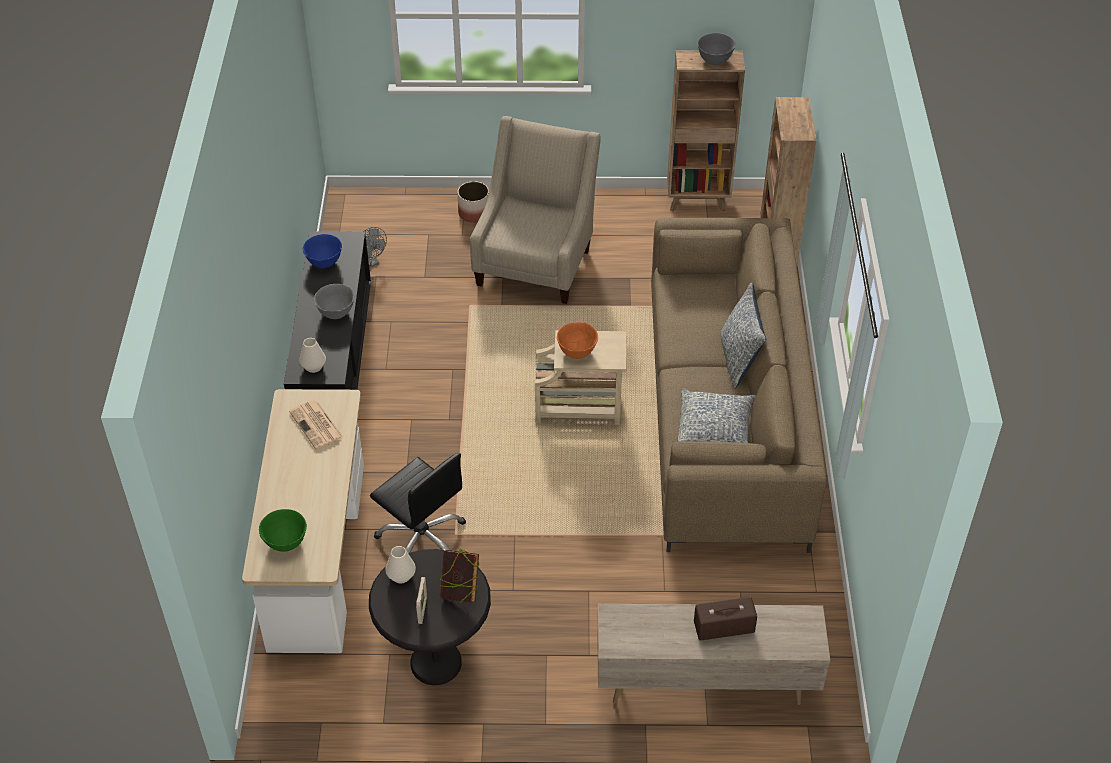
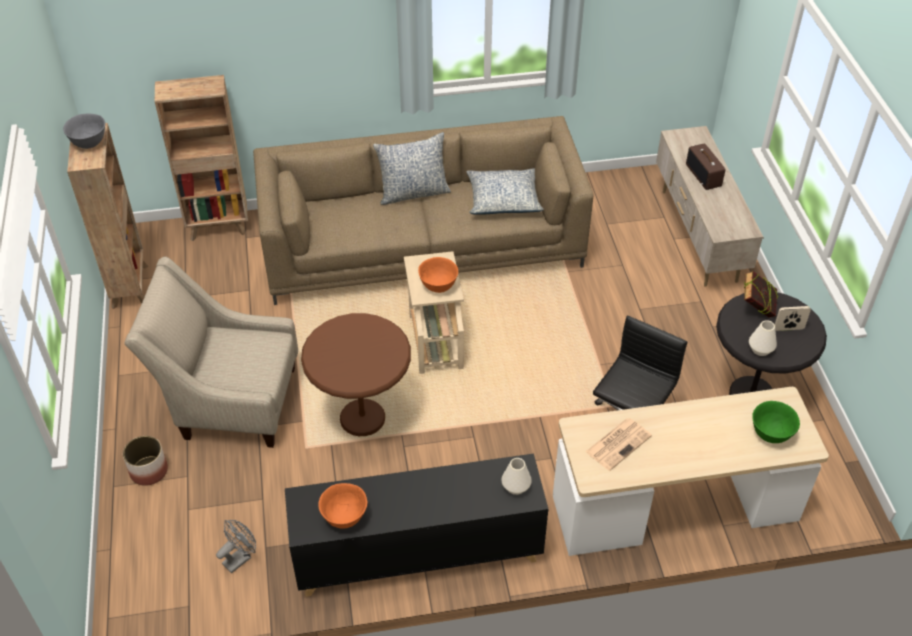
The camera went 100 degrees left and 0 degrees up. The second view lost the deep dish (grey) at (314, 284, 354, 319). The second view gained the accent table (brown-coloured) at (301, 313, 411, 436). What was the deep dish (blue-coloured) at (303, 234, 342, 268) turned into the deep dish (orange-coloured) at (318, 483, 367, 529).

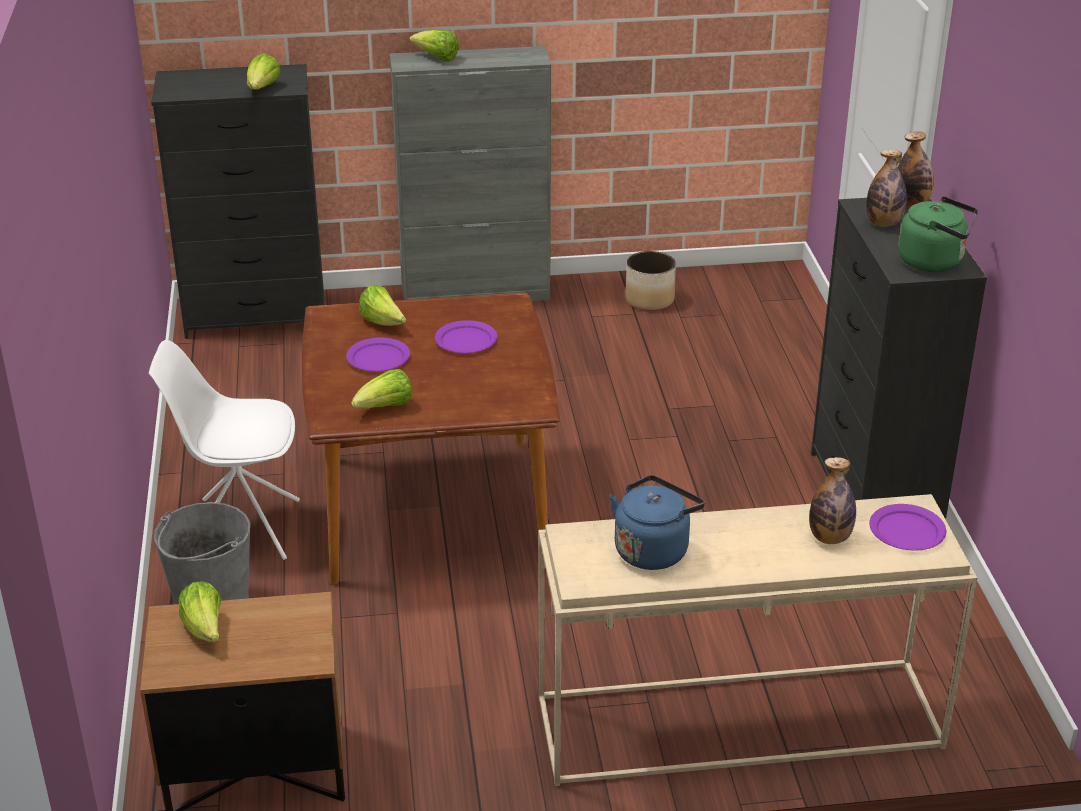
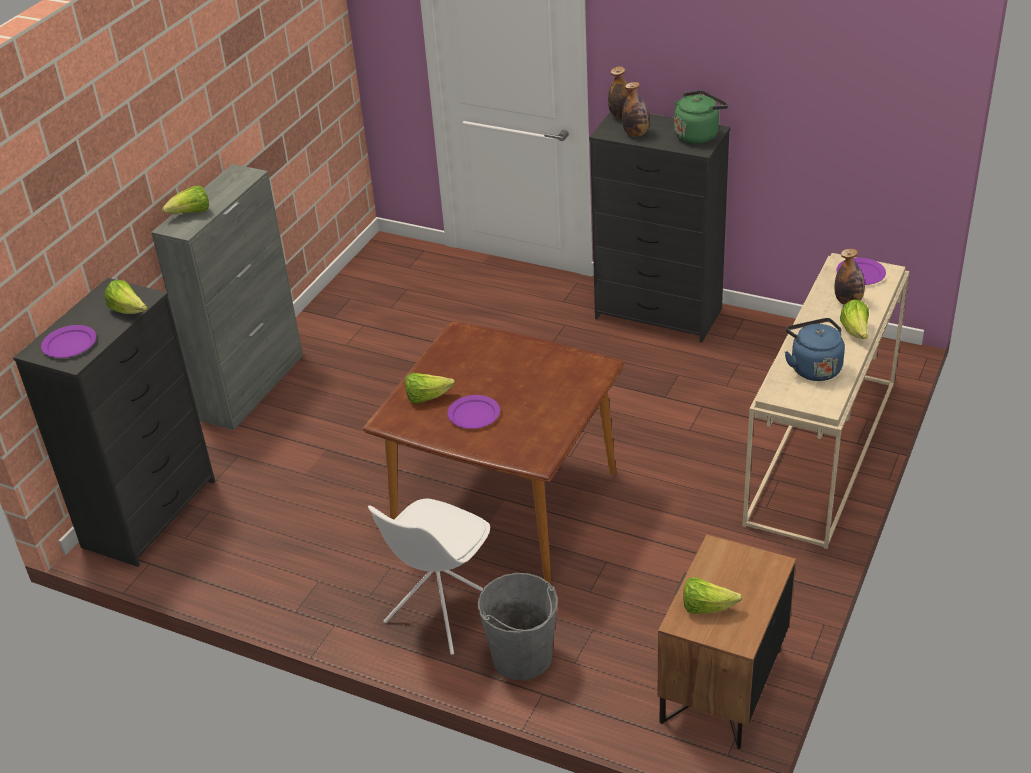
The camera went 55 degrees left and 5 degrees up. The second view lost the planter at (625, 251, 676, 311). The lettuce ended up elsewhere, having gone from (351, 369, 412, 408) to (840, 300, 869, 339). The plate (purple) ended up elsewhere, having gone from (435, 320, 498, 353) to (41, 325, 96, 358).

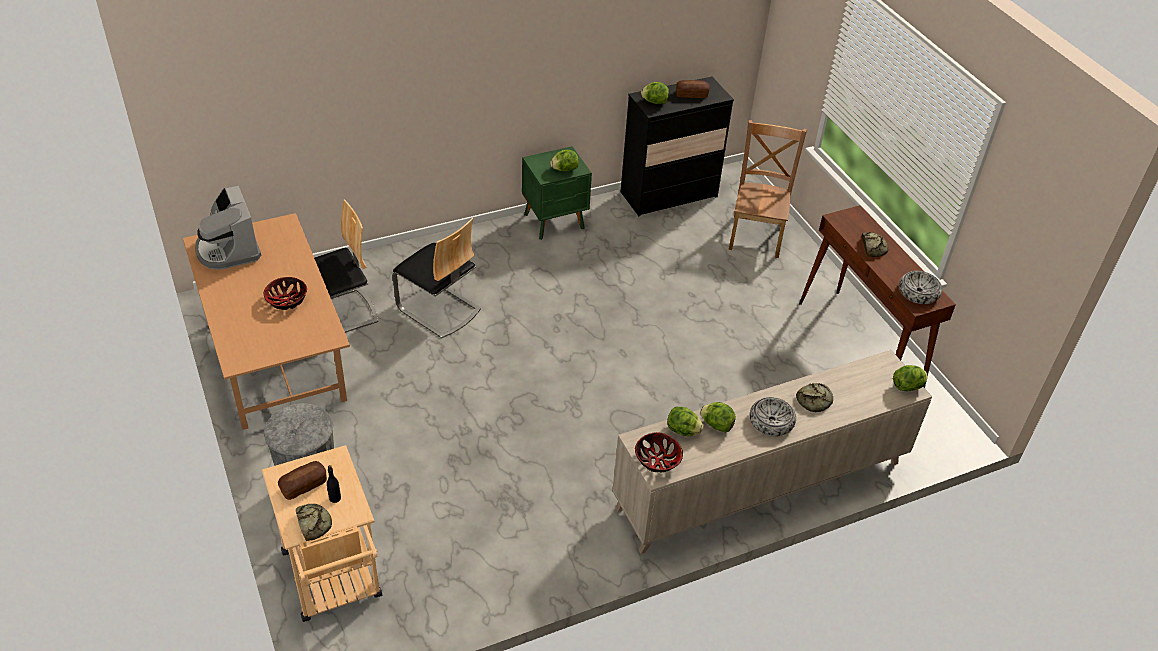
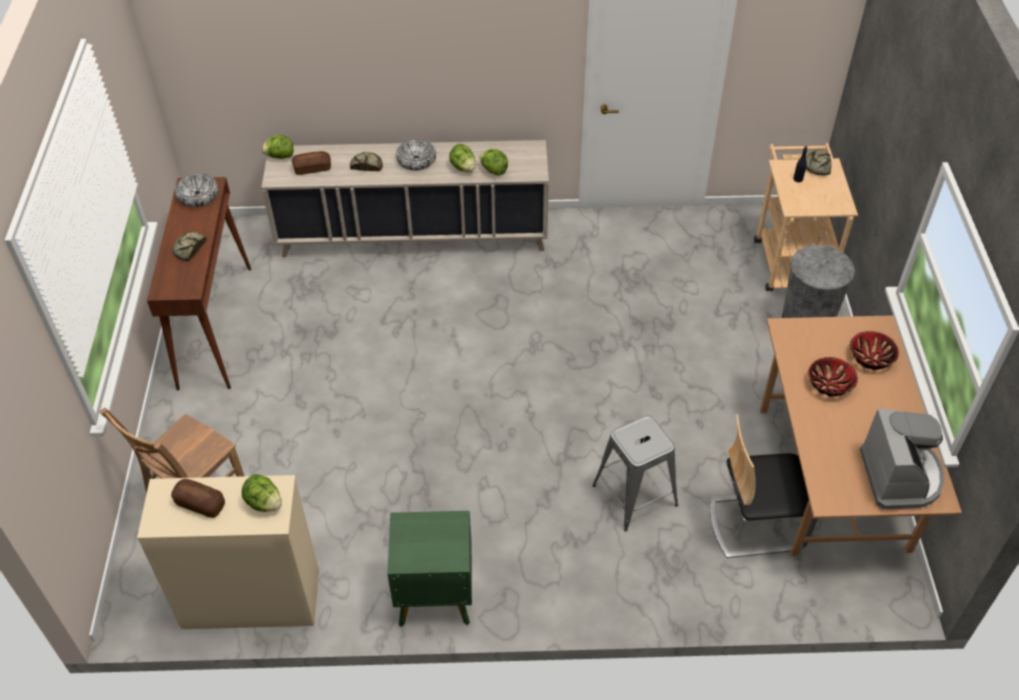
The camera went 155 degrees left and 5 degrees up. The second view lost the lettuce at (550, 150, 579, 171). The bread ended up elsewhere, having gone from (278, 461, 327, 500) to (292, 151, 331, 175). The deep dish ended up elsewhere, having gone from (635, 432, 683, 473) to (850, 331, 899, 370). Where the chair stood at (392, 218, 481, 338), the sitting stool (grey) came to stand at (592, 416, 678, 532). What was the drawer chest (blackish) at (620, 77, 734, 217) turned into the drawer chest (sand-coloured) at (137, 475, 319, 629).

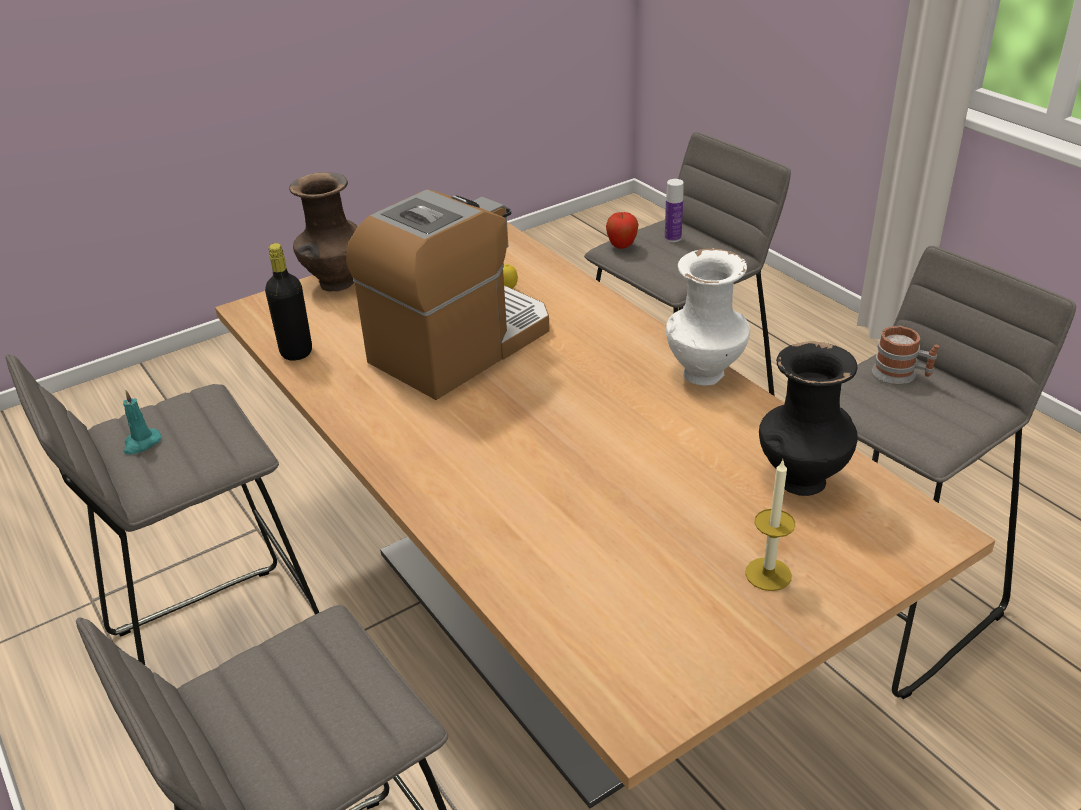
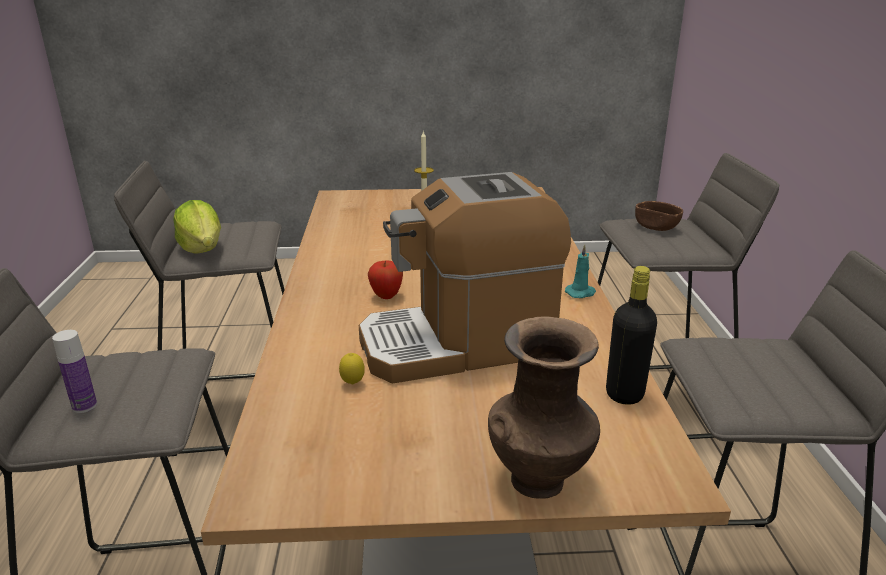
The camera went 150 degrees left and 10 degrees down. The second view lost the flower vase (white) at (666, 248, 750, 386). The second view lost the flower vase (blackish) at (759, 341, 858, 496). The second view gained the deep dish (brown-coloured) at (635, 201, 683, 231). The wax light (turquoise) ended up elsewhere, having gone from (123, 390, 161, 455) to (565, 244, 596, 298). The apple fruit ended up elsewhere, having gone from (606, 212, 639, 249) to (368, 260, 403, 299). Where the tea mug stood at (872, 326, 939, 385), the lettuce came to stand at (173, 200, 221, 254).

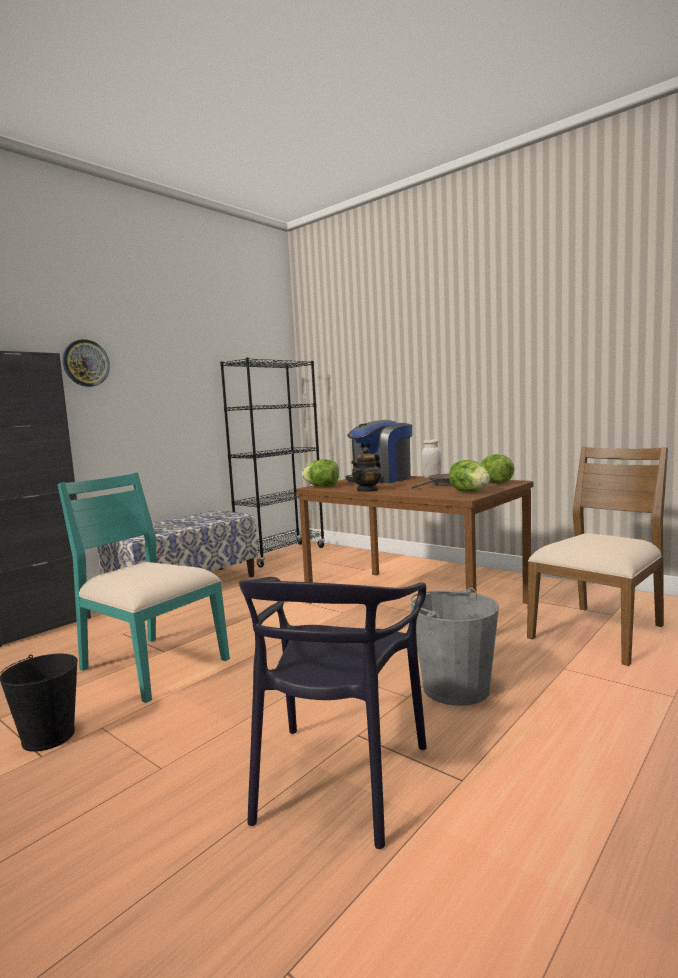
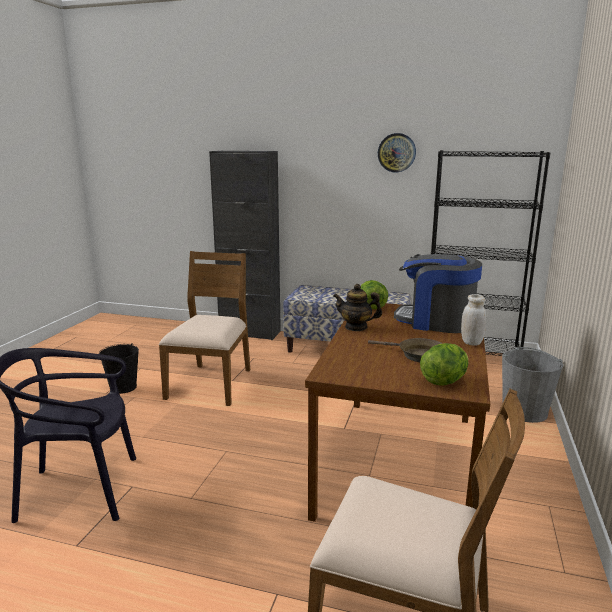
The camera went 65 degrees right and 10 degrees up. The second view lost the lettuce at (449, 460, 490, 492). The wall clock ended up elsewhere, having gone from (62, 339, 110, 387) to (378, 133, 416, 172). The bucket (grey) ended up elsewhere, having gone from (410, 588, 499, 706) to (502, 347, 563, 423). What was the chair (turquoise) at (58, 472, 230, 703) turned into the chair (brown-coloured) at (159, 251, 250, 406).

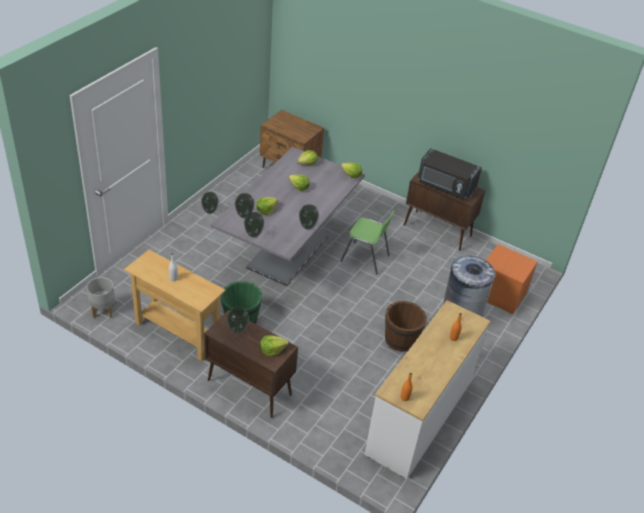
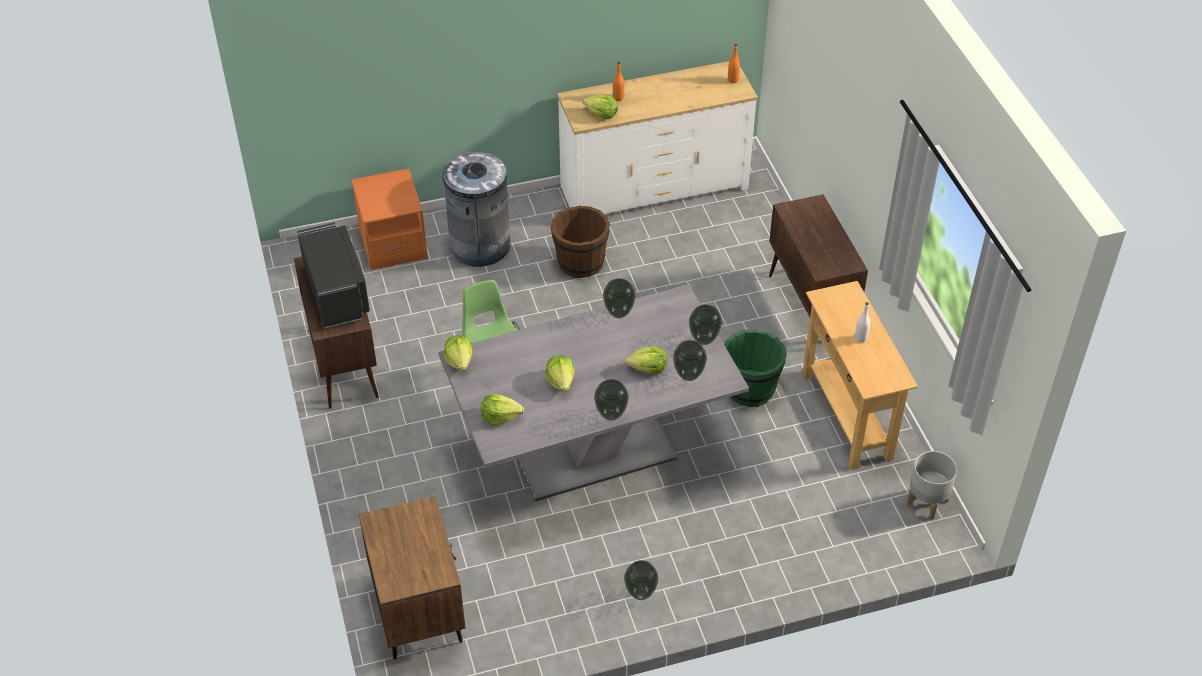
The camera went 135 degrees left and 5 degrees up. The flower vase ended up elsewhere, having gone from (227, 306, 249, 334) to (594, 379, 629, 421). The lettuce ended up elsewhere, having gone from (260, 335, 289, 356) to (583, 95, 618, 120).

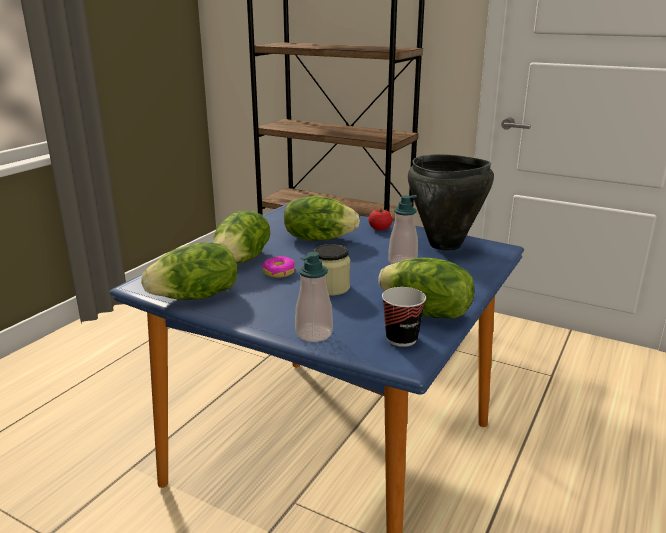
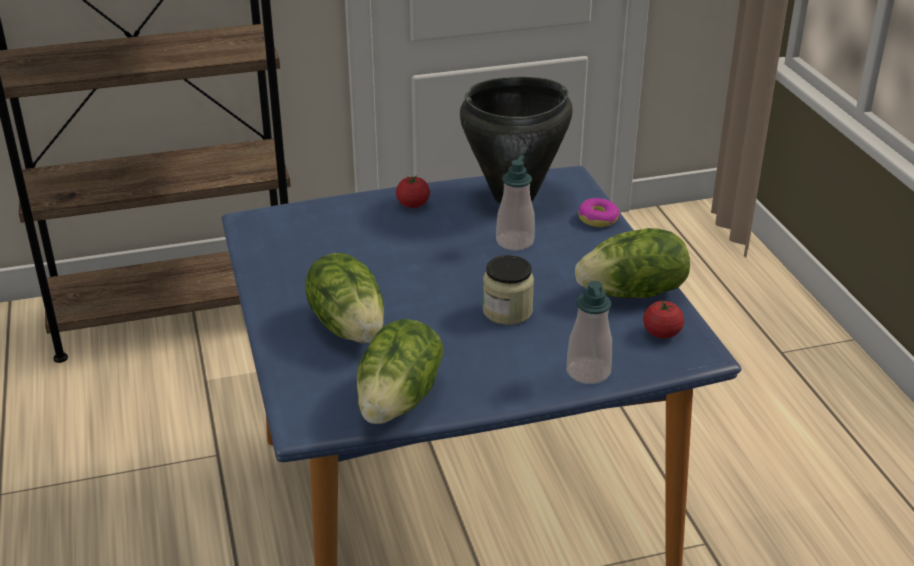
The camera went 45 degrees left and 10 degrees up. The second view lost the lettuce at (284, 196, 360, 241). The donut ended up elsewhere, having gone from (262, 256, 295, 278) to (578, 198, 620, 227). Where the cup stood at (382, 287, 426, 347), the fresh tomato came to stand at (643, 300, 684, 339).

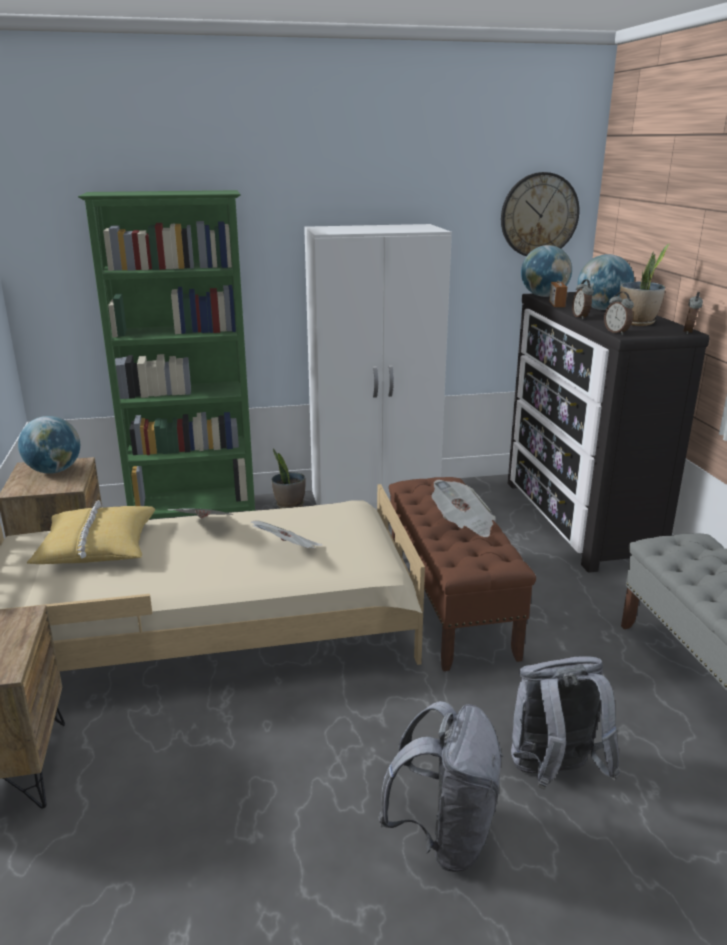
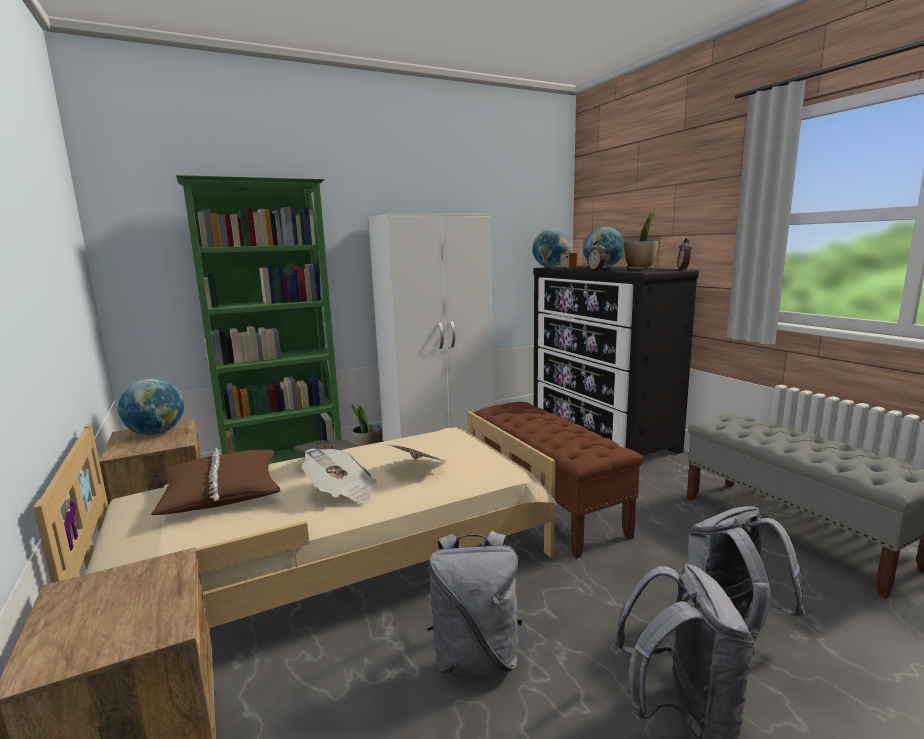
The camera went 15 degrees left and 10 degrees down. The second view lost the wall clock at (501, 172, 579, 256). The second view lost the bedside clock at (604, 292, 634, 335). The second view gained the backpack (grey) at (427, 531, 523, 675). The printed paper ended up elsewhere, having gone from (431, 480, 496, 537) to (301, 449, 377, 504). What was the pillow (yellow) at (26, 500, 155, 564) turned into the pillow (brown-coloured) at (151, 448, 280, 515).

